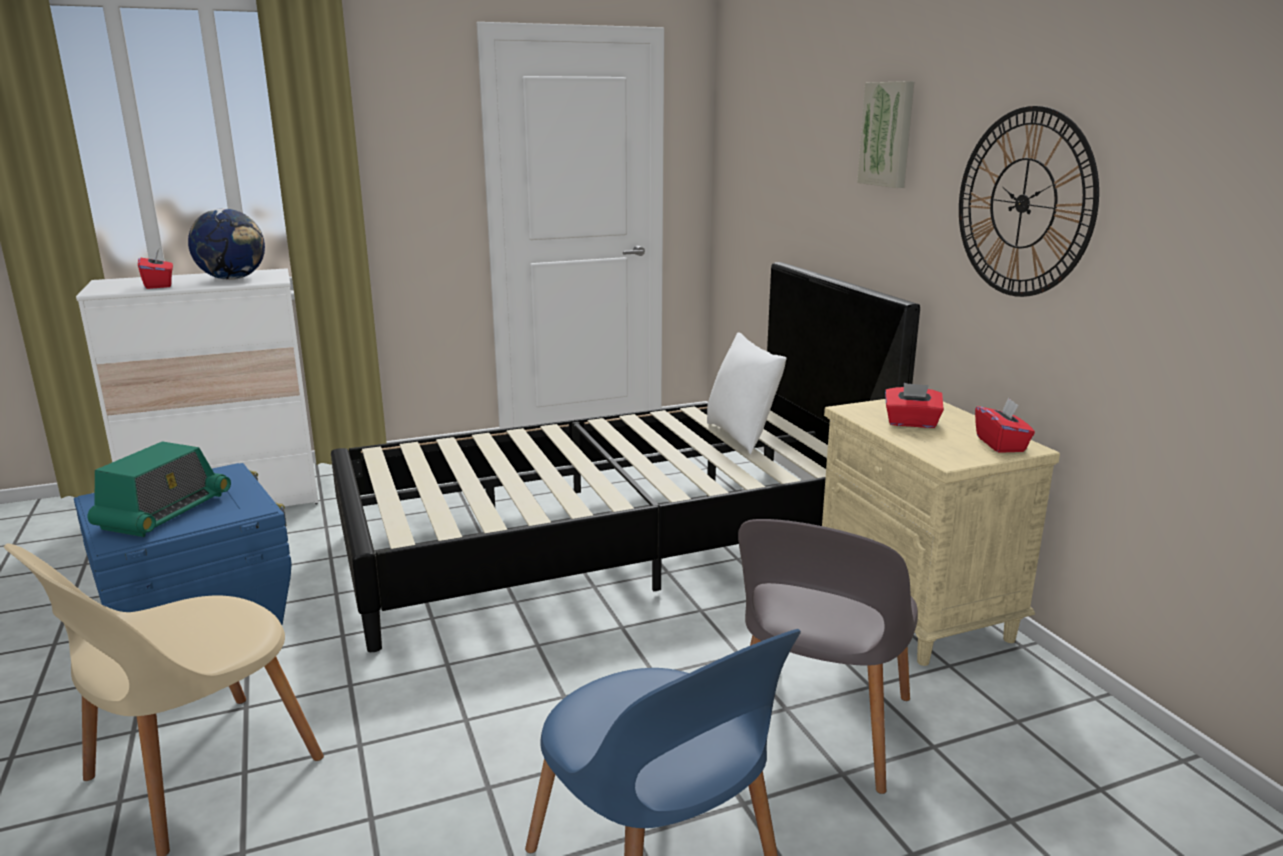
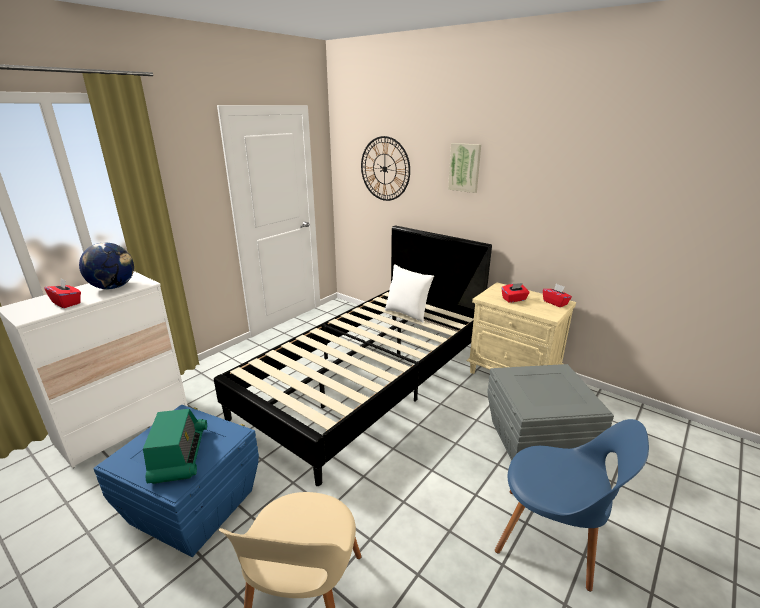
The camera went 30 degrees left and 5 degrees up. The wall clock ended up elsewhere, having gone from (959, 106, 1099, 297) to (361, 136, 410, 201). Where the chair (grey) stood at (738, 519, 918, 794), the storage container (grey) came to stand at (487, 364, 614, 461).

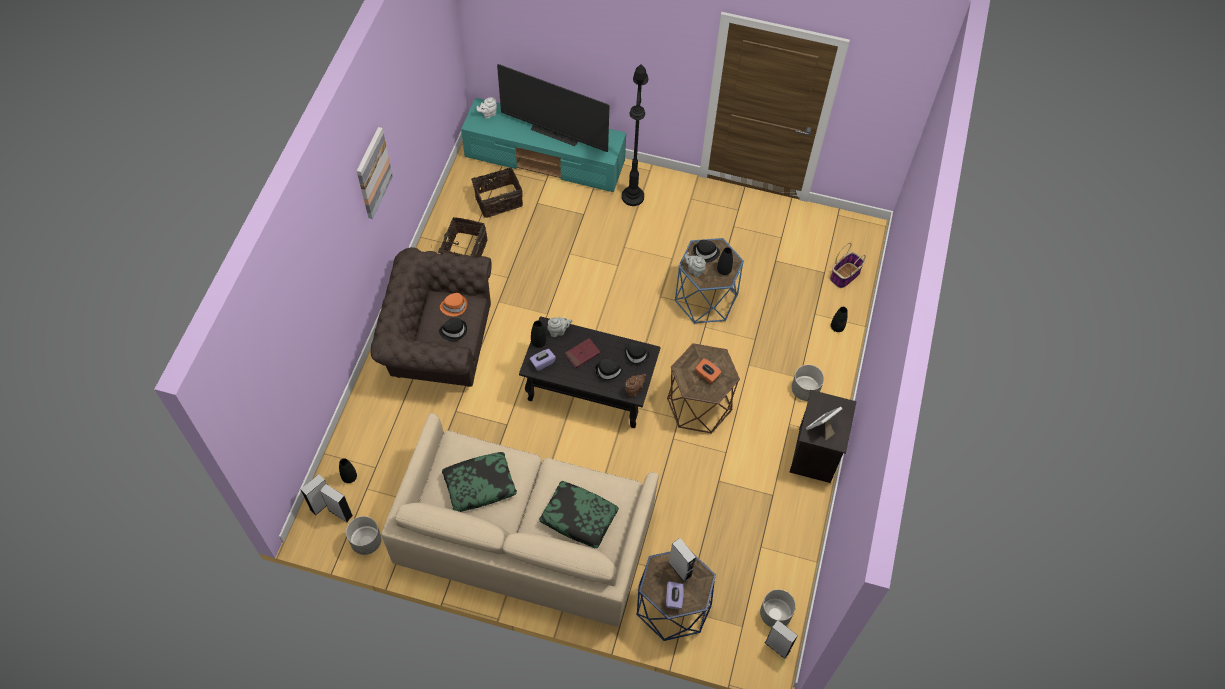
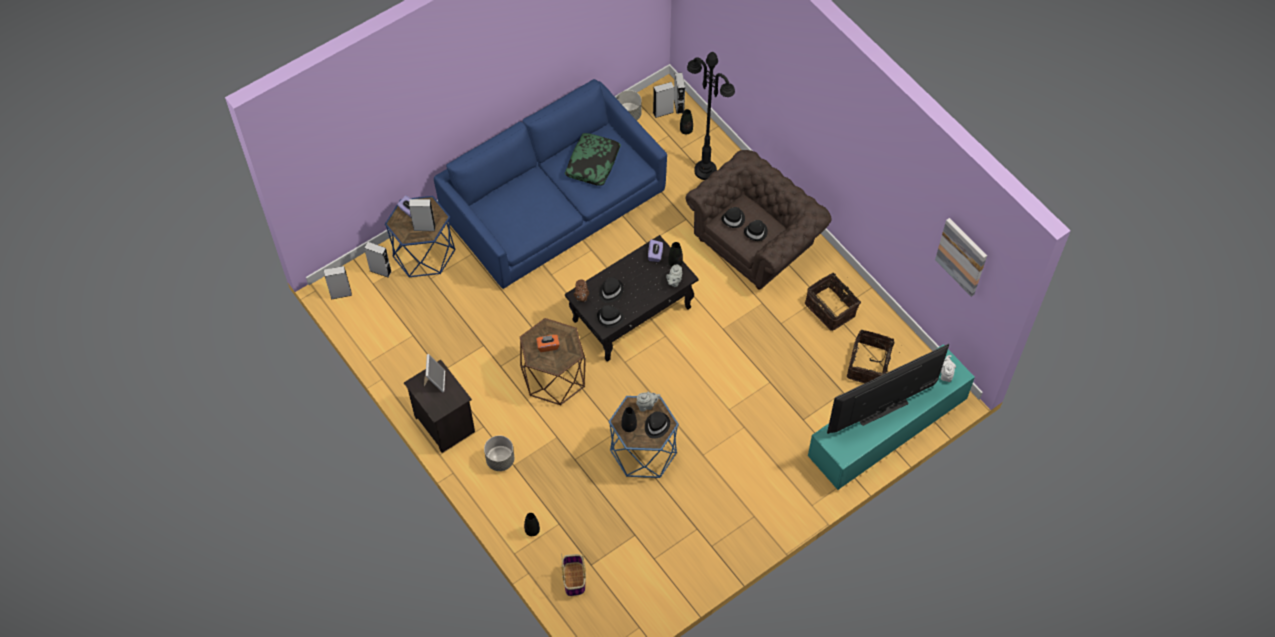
The camera went 130 degrees right and 0 degrees up. The second view lost the pillow at (539, 481, 619, 548). The second view lost the volume (red-coloured) at (565, 338, 600, 368). The second view lost the planter (grey) at (760, 589, 796, 628). The second view gained the audio speaker (grey) at (364, 242, 392, 277). The wall picture ended up elsewhere, having gone from (357, 127, 393, 219) to (935, 218, 987, 297). The standard lamp (blackish) ended up elsewhere, having gone from (622, 65, 648, 206) to (687, 51, 735, 180). What was the sofa (sand-coloured) at (381, 413, 659, 627) turned into the sofa (blue-coloured) at (434, 79, 667, 289). What was the hat (orange-coloured) at (440, 293, 468, 316) turned into the hat (blackish) at (744, 220, 768, 241).

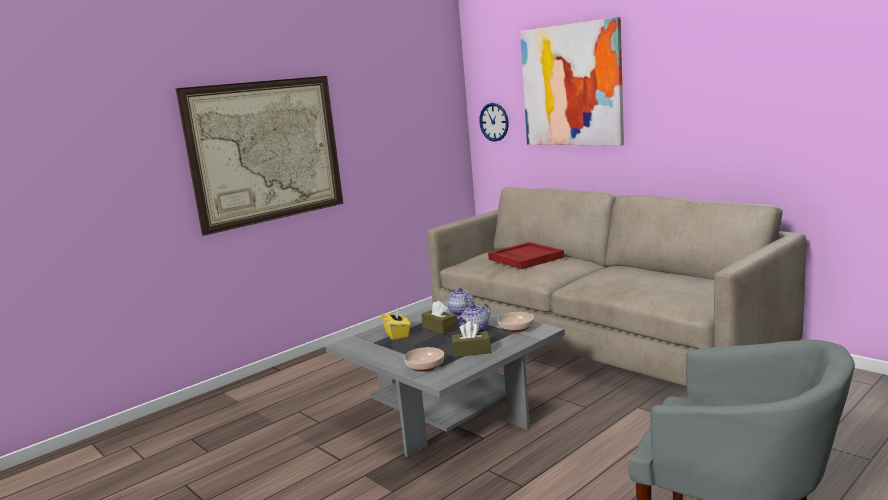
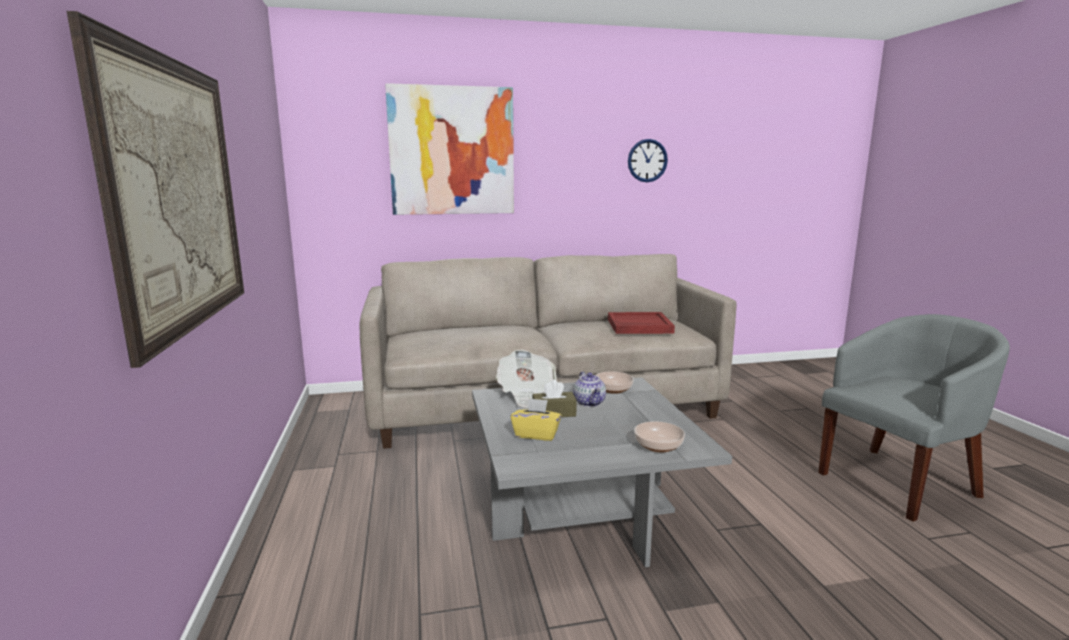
The camera went 60 degrees left and 0 degrees up. The second view lost the tissue holder (brown-coloured) at (451, 321, 491, 357). The wall clock ended up elsewhere, having gone from (479, 103, 509, 142) to (628, 139, 668, 182). The carrying tray (red-coloured) ended up elsewhere, having gone from (488, 242, 564, 269) to (608, 312, 675, 334). Where the teapot stood at (448, 288, 474, 316), the printed paper came to stand at (496, 350, 556, 408).

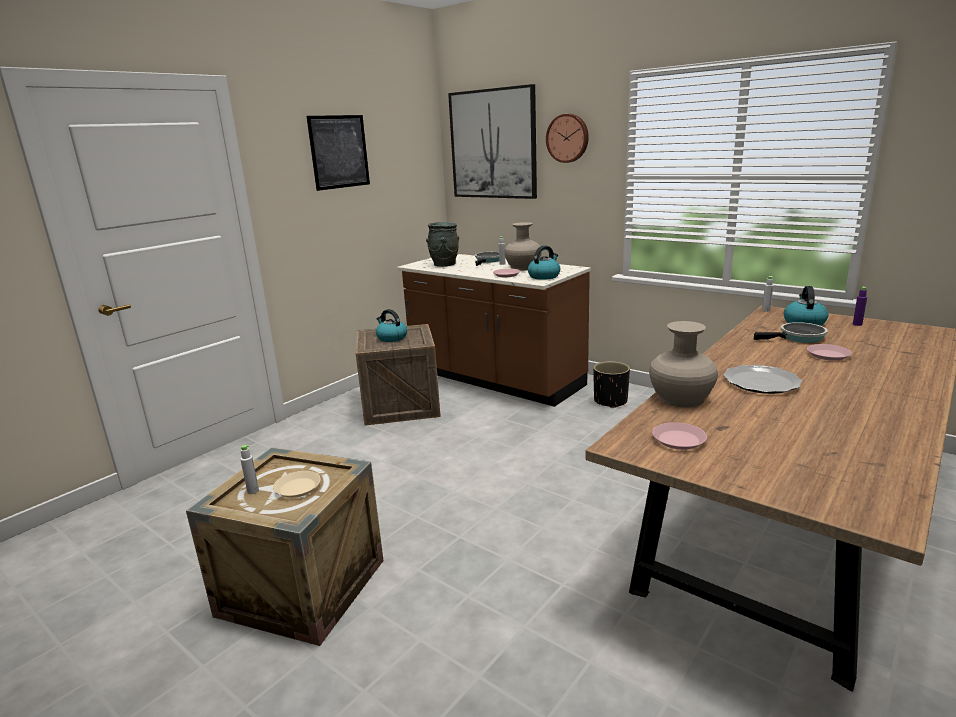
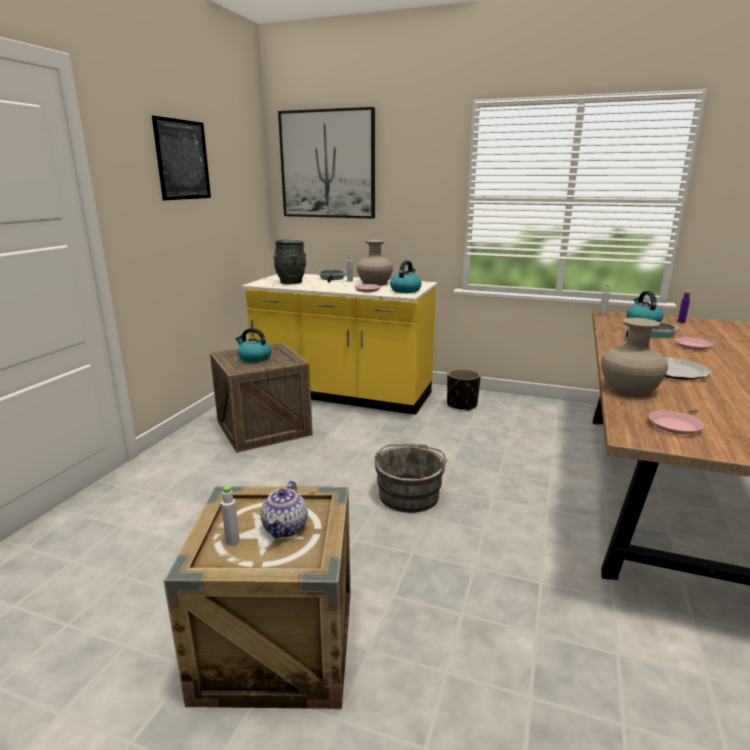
The camera went 20 degrees left and 0 degrees up. The second view lost the wall clock at (546, 114, 589, 163). The second view gained the bucket (grey) at (375, 443, 447, 513). Where the plate (sand-coloured) stood at (273, 471, 321, 498), the teapot came to stand at (261, 481, 308, 538). What was the kitchen counter (brown-coloured) at (397, 254, 591, 407) turned into the kitchen counter (yellow) at (241, 274, 437, 415).

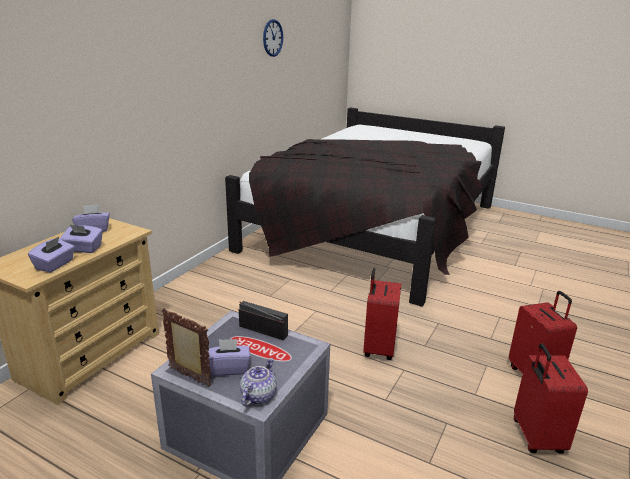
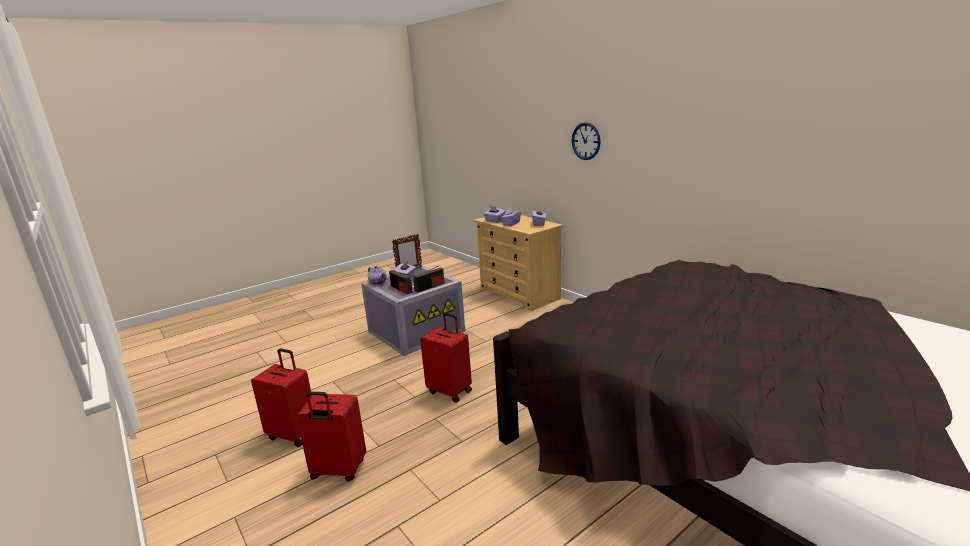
The camera went 115 degrees right and 5 degrees down. The second view gained the radio set at (389, 270, 413, 294). The wall clock ended up elsewhere, having gone from (263, 19, 283, 57) to (572, 122, 601, 160).

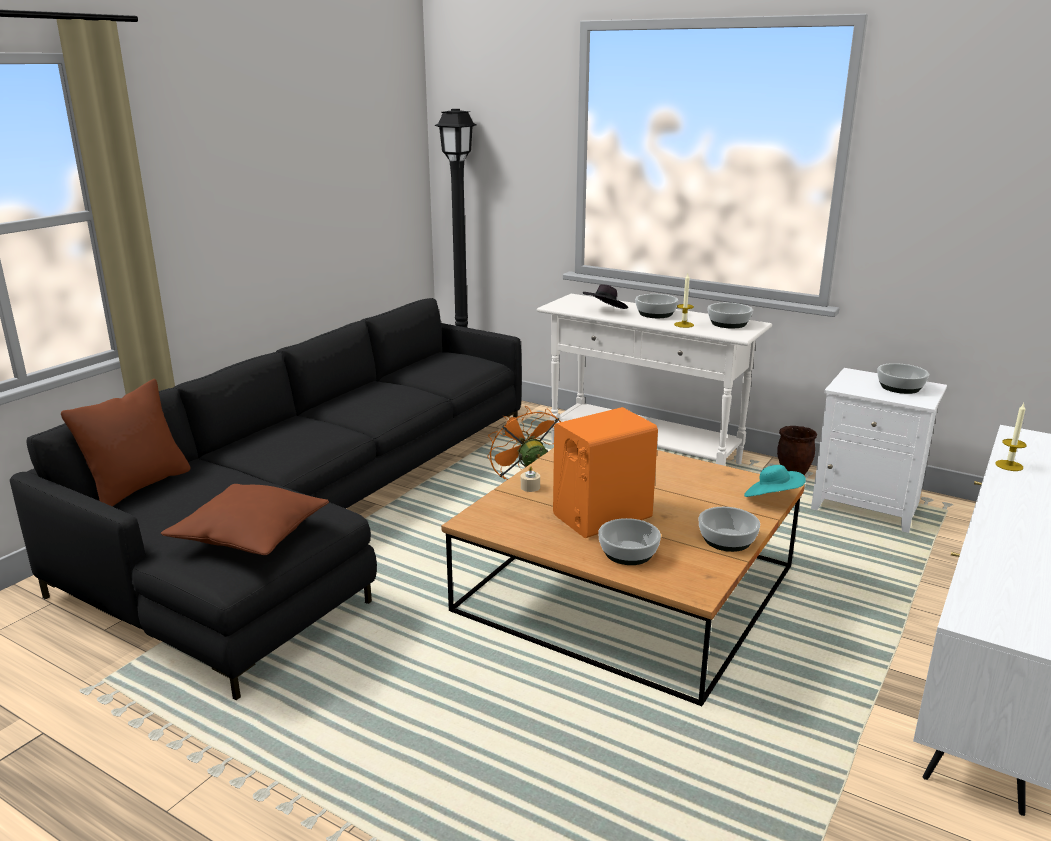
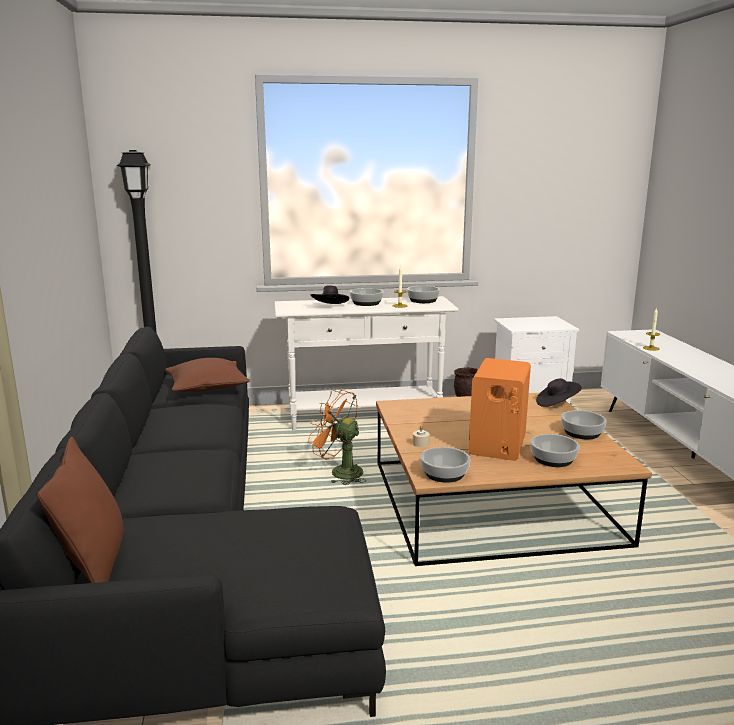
The camera went 40 degrees left and 5 degrees down. The pillow (brown-coloured) ended up elsewhere, having gone from (161, 484, 329, 555) to (165, 358, 250, 392). The deep dish ended up elsewhere, having gone from (877, 363, 929, 394) to (420, 447, 471, 483). What was the hat (turquoise) at (744, 465, 806, 497) turned into the hat (blackish) at (536, 379, 582, 407).

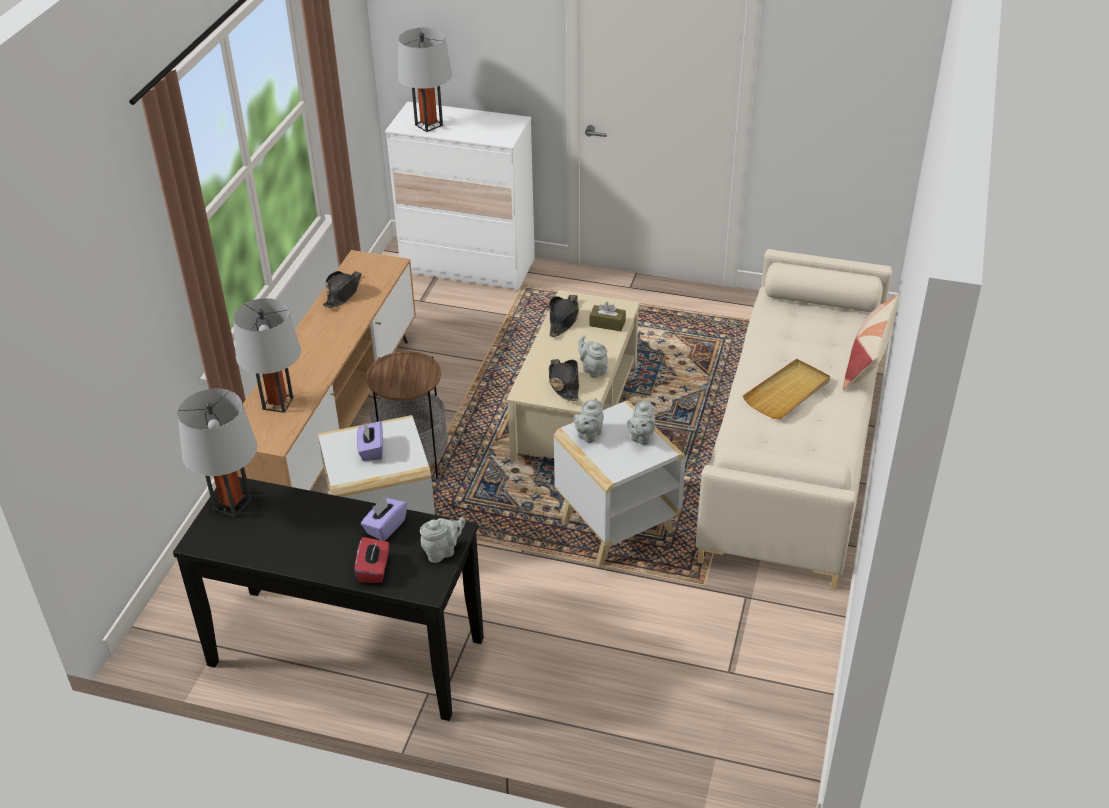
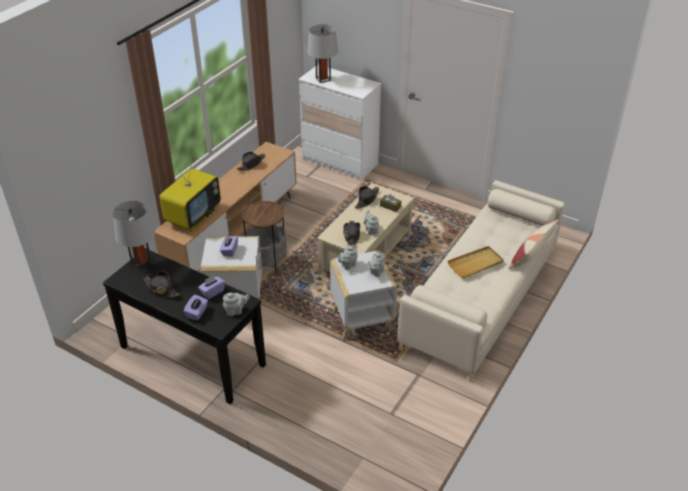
The camera went 15 degrees right and 0 degrees up. The second view gained the hat (blackish) at (143, 272, 180, 297). Where the tabletop lamp (grey) stood at (233, 298, 301, 413), the TV set came to stand at (159, 158, 221, 231). What was the tissue holder (red-coloured) at (355, 537, 389, 583) turned into the tissue holder (purple) at (184, 294, 208, 321).

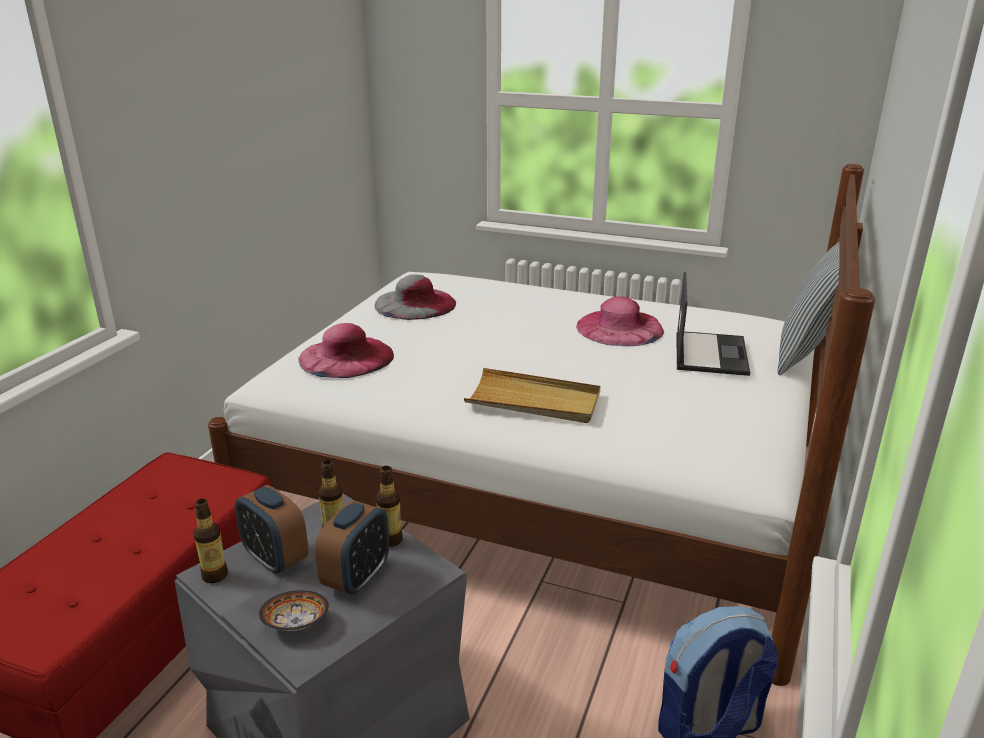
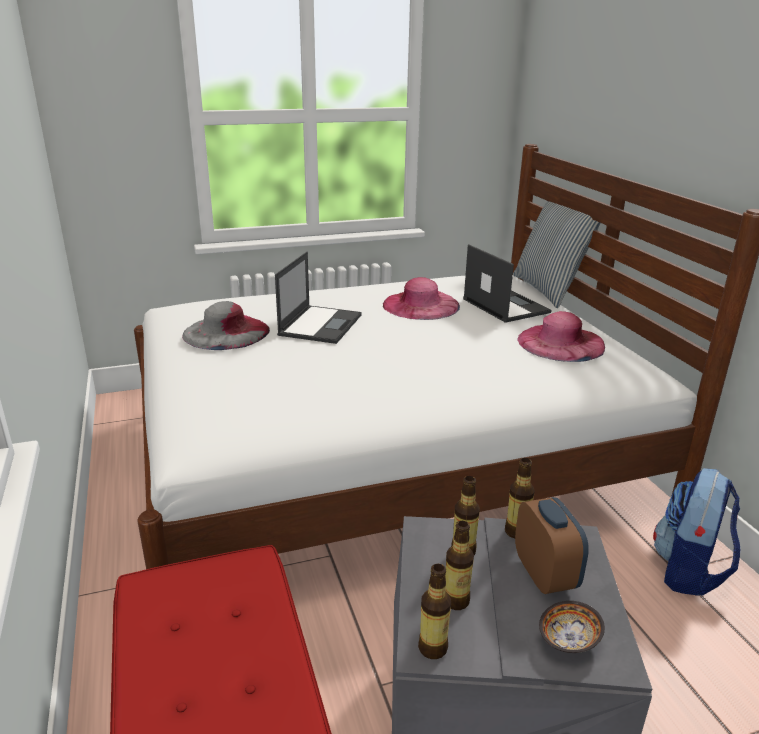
The camera went 40 degrees left and 0 degrees up. The second view lost the carrying tray (sand-coloured) at (464, 368, 600, 423). The second view gained the notebook computer at (275, 252, 362, 344). The hat (pink) ended up elsewhere, having gone from (298, 323, 394, 378) to (517, 311, 605, 362). Where the bedside clock stood at (235, 485, 309, 575), the drink bottle came to stand at (445, 521, 474, 610).

